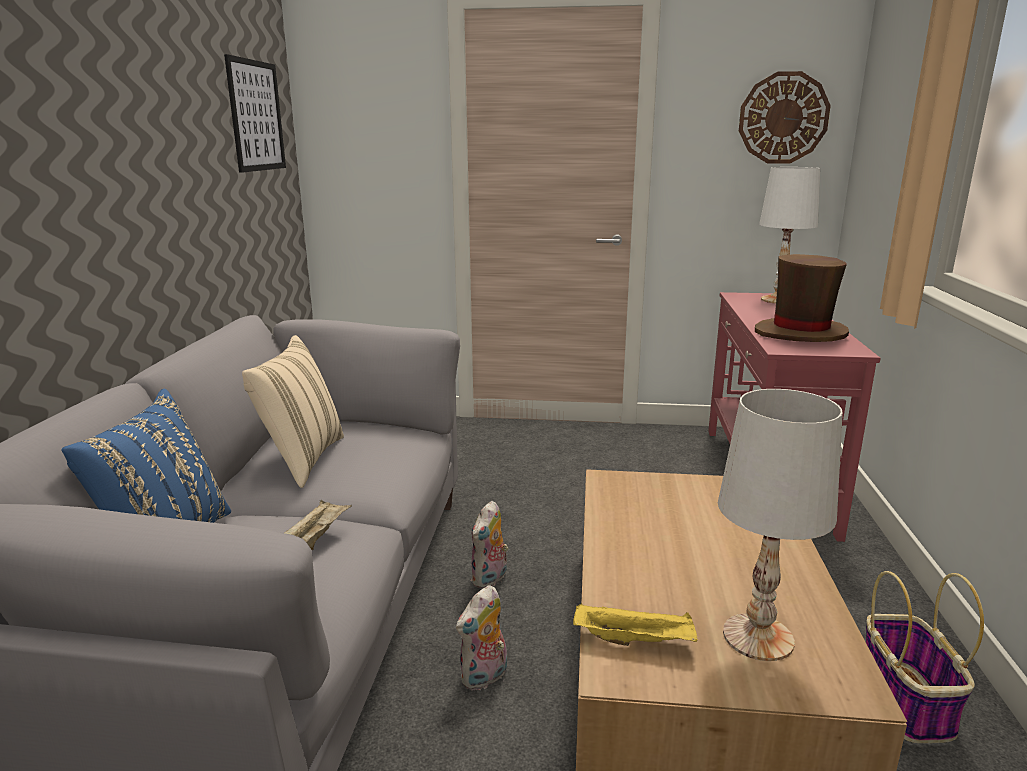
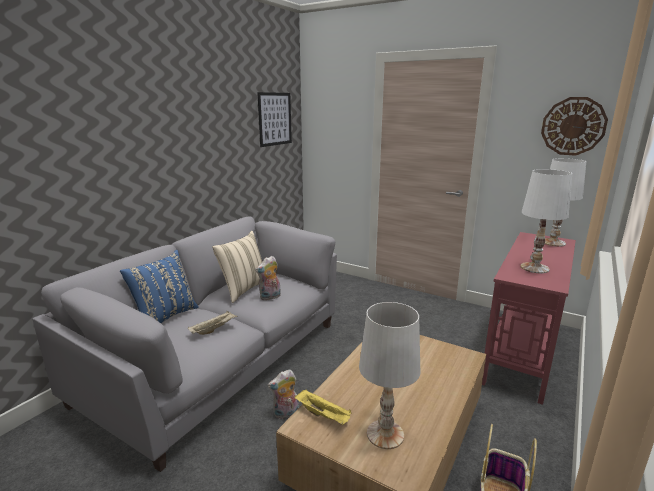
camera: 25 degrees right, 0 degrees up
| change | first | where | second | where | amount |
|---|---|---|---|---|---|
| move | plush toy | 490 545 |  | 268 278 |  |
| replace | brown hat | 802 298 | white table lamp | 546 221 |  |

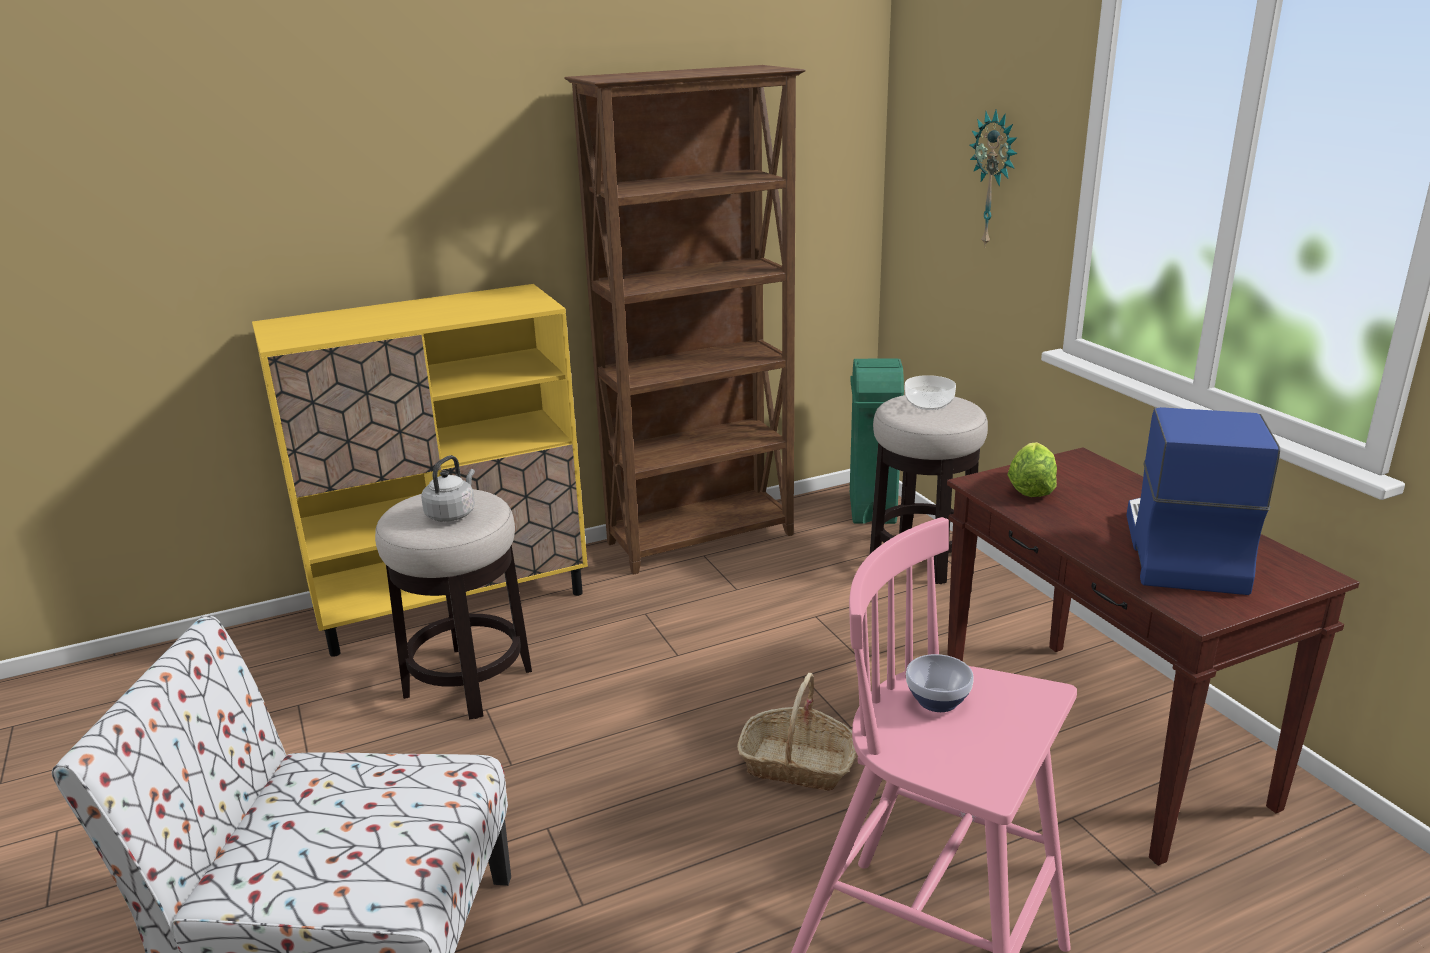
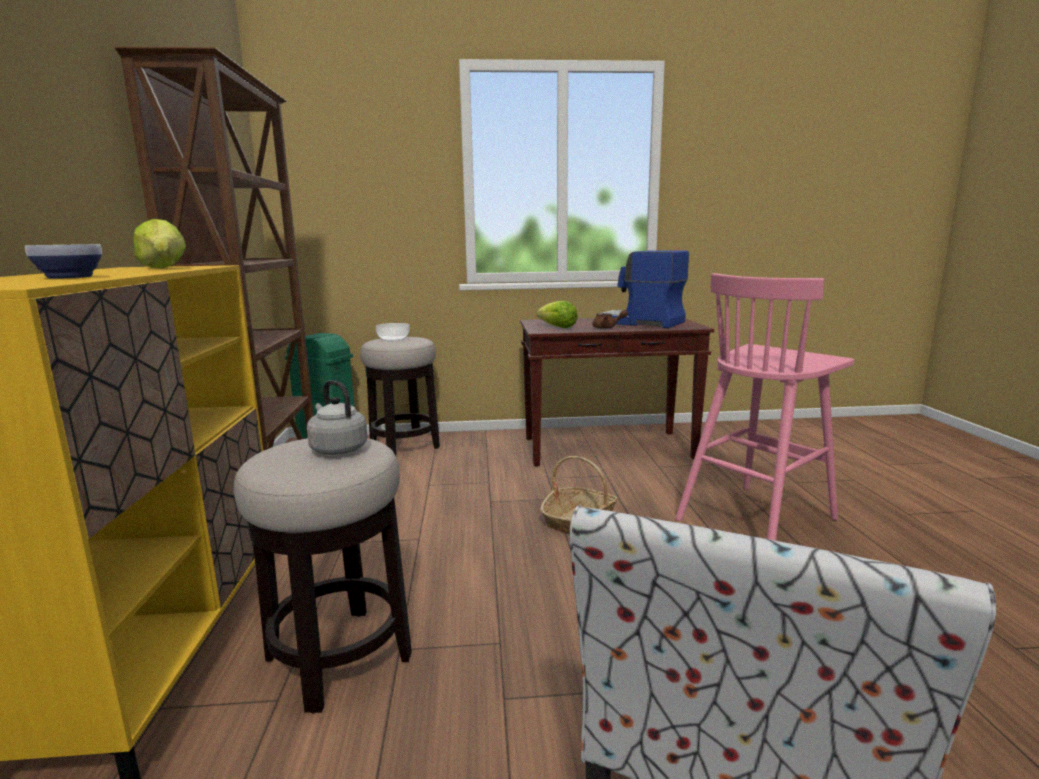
camera: 70 degrees left, 10 degrees down
| change | first | where | second | where | amount |
|---|---|---|---|---|---|
| delete | wall clock | 994 177 |  |  |  |
| insert |  |  | lettuce | 159 243 |  |
| insert |  |  | brown teapot | 610 319 |  |
| move | bowl | 940 683 |  | 63 261 |  |

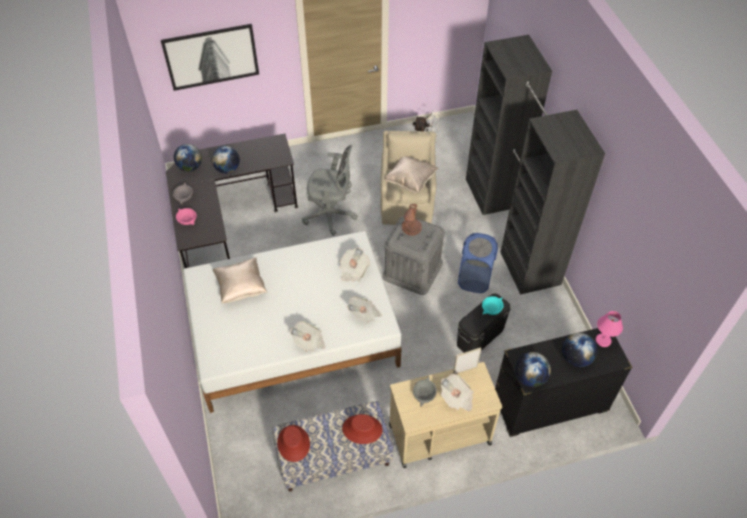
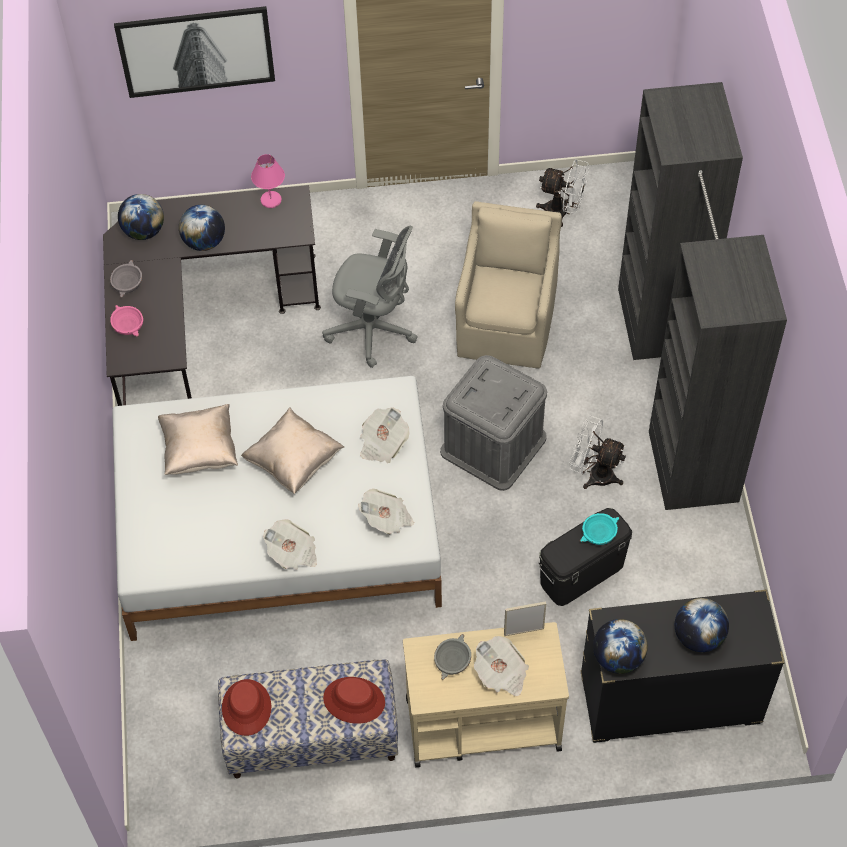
camera: 10 degrees right, 5 degrees up
| change | first | where | second | where | amount |
|---|---|---|---|---|---|
| delete | brown table lamp | 412 220 |  |  |  |
| move | beige pillow | 411 174 |  | 292 450 |  |
| move | pink table lamp | 609 329 |  | 268 181 |  |
| replace | blue laundry basket | 478 263 | white fan | 598 452 |  |

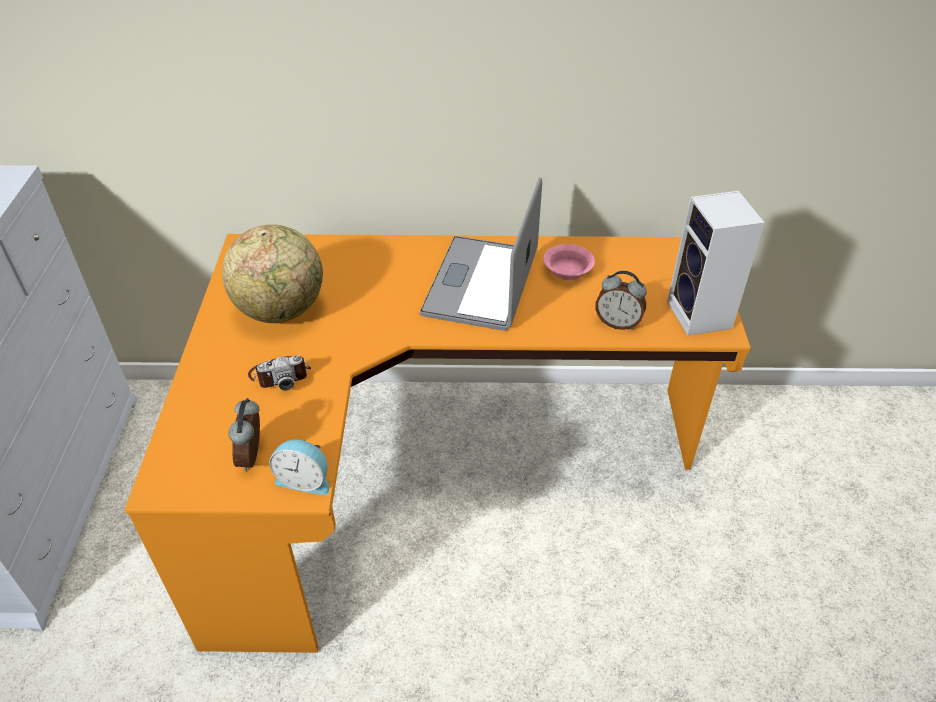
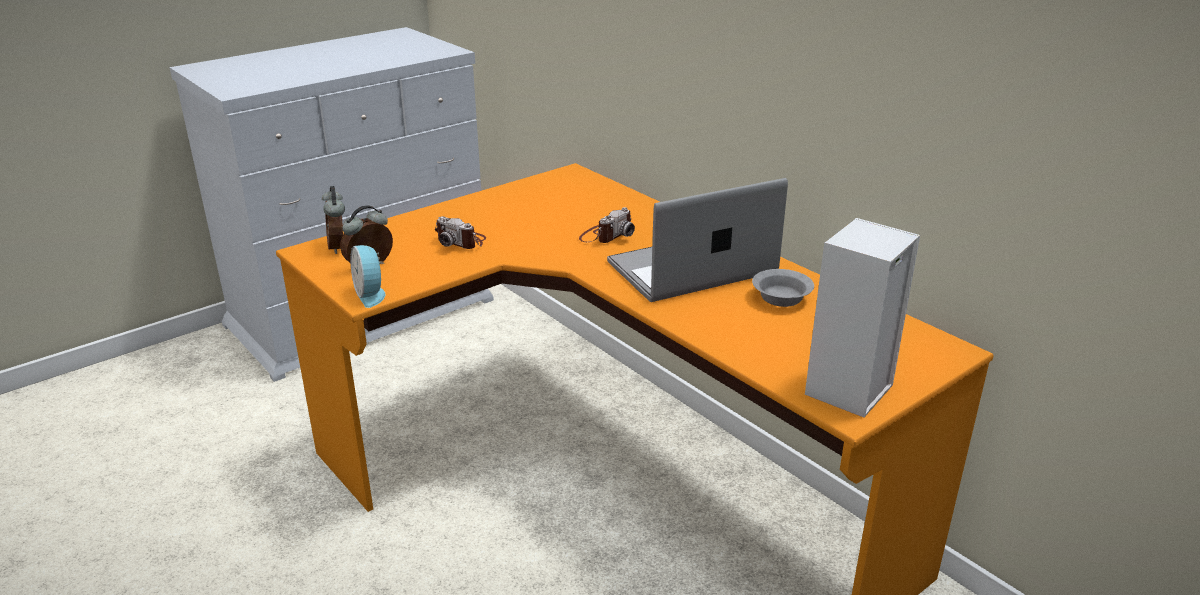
camera: 50 degrees right, 15 degrees down
| change | first | where | second | where | amount |
|---|---|---|---|---|---|
| delete | globe | 272 274 |  |  |  |
| insert |  |  | photo camera | 607 225 |  |
| move | alarm clock | 621 300 |  | 333 220 |  |
| recolor | pink bowl | 569 262 | grey bowl | 783 288 |  |

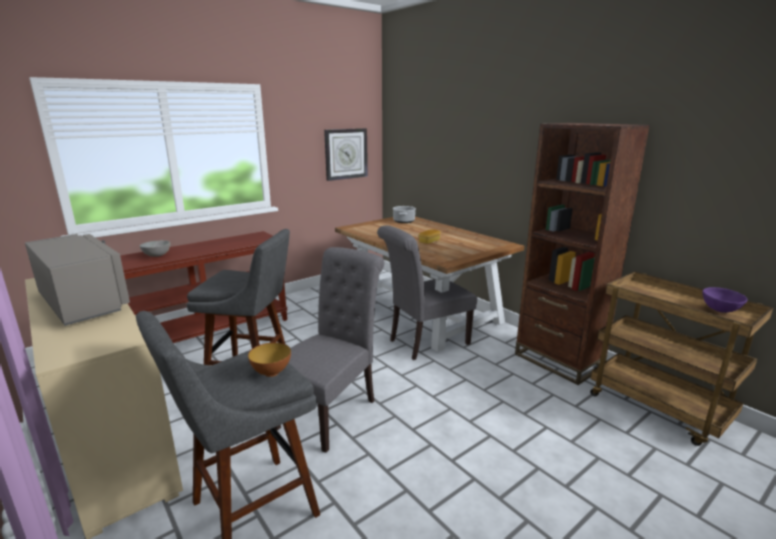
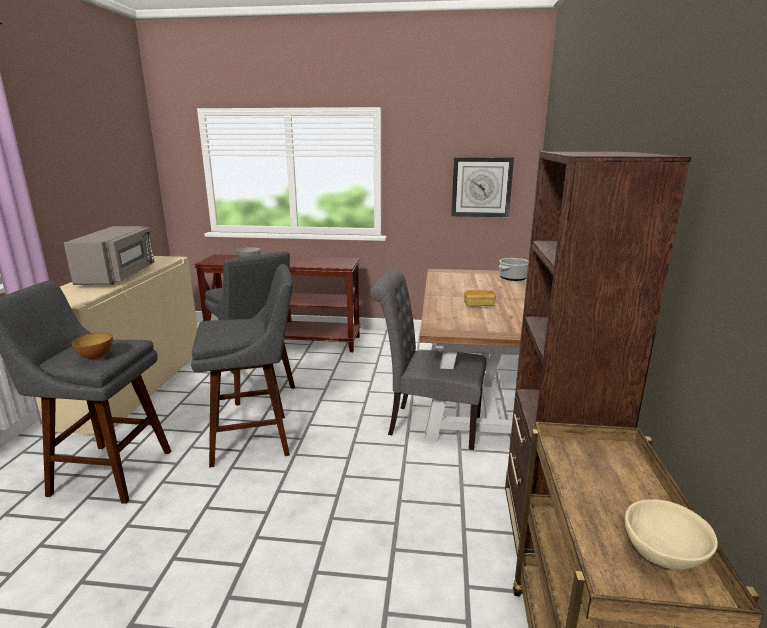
camera: 45 degrees right, 0 degrees up
| change | first | where | second | where | amount |
|---|---|---|---|---|---|
| replace | grey chair | 329 350 | grey stool | 242 366 |  |
| recolor | purple bowl | 725 300 | beige bowl | 671 534 |  |

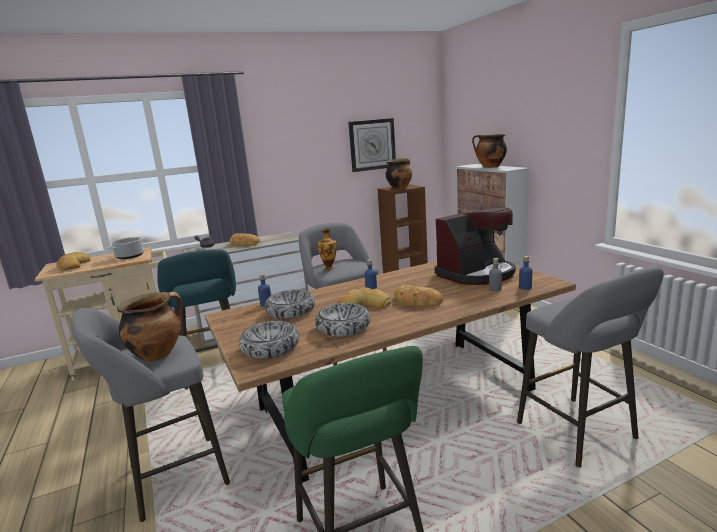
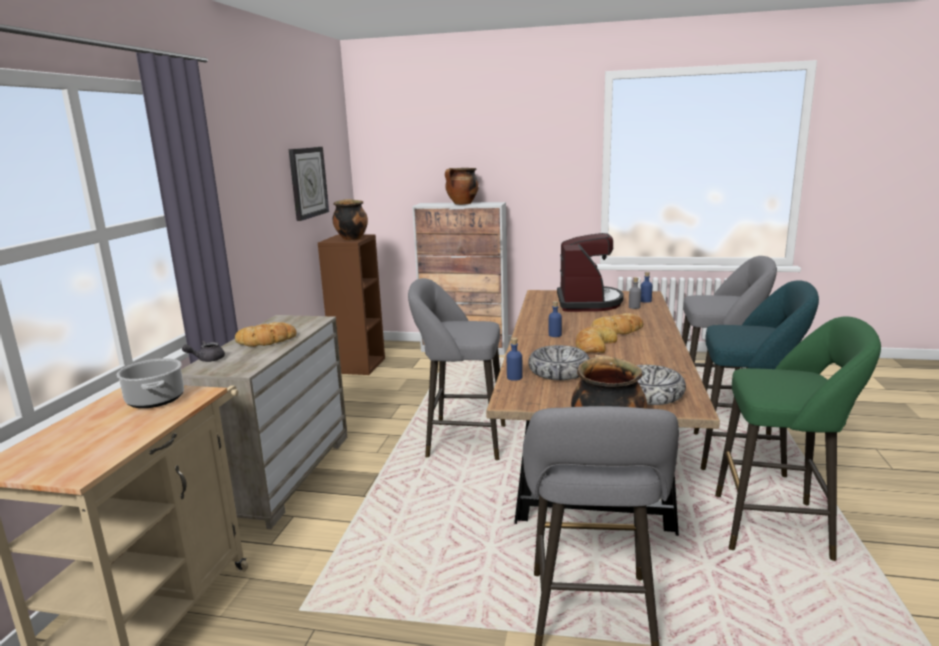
camera: 55 degrees left, 0 degrees up
| change | first | where | second | where | amount |
|---|---|---|---|---|---|
| delete | bread | 73 261 |  |  |  |
| delete | bowl | 342 320 |  |  |  |
| delete | vase | 327 249 |  |  |  |
| move | turquoise stool | 196 319 |  | 756 378 |  |

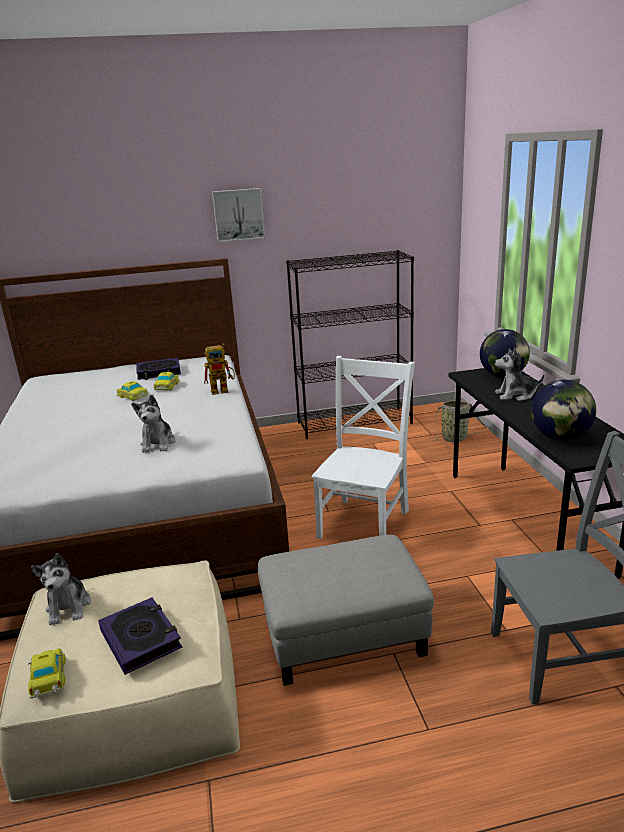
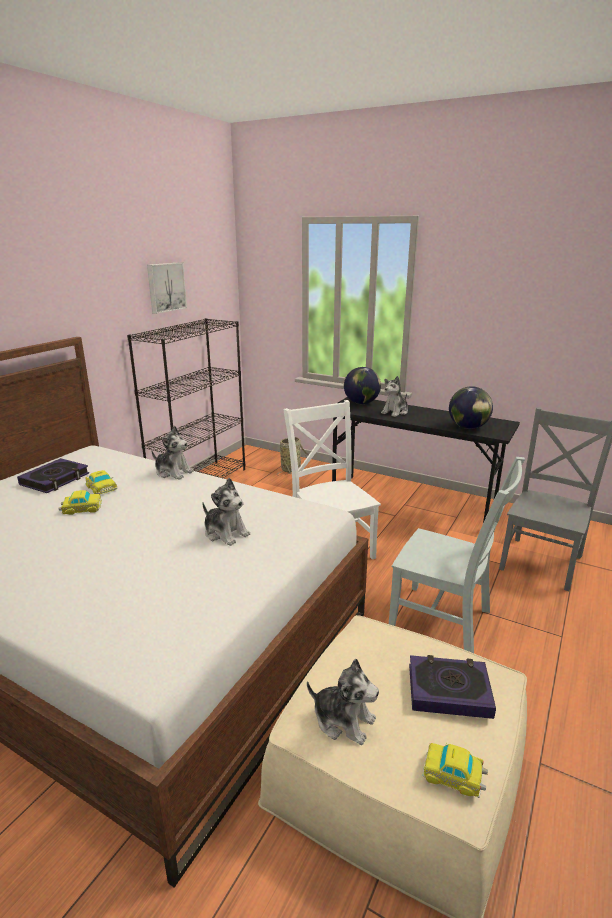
camera: 50 degrees left, 0 degrees up
| change | first | where | second | where | amount |
|---|---|---|---|---|---|
| move | picture | 238 215 |  | 167 288 |  |
| replace | toy robot | 219 369 | plush toy | 172 452 |  |
| replace | grey ottoman | 346 610 | grey chair | 457 555 |  |

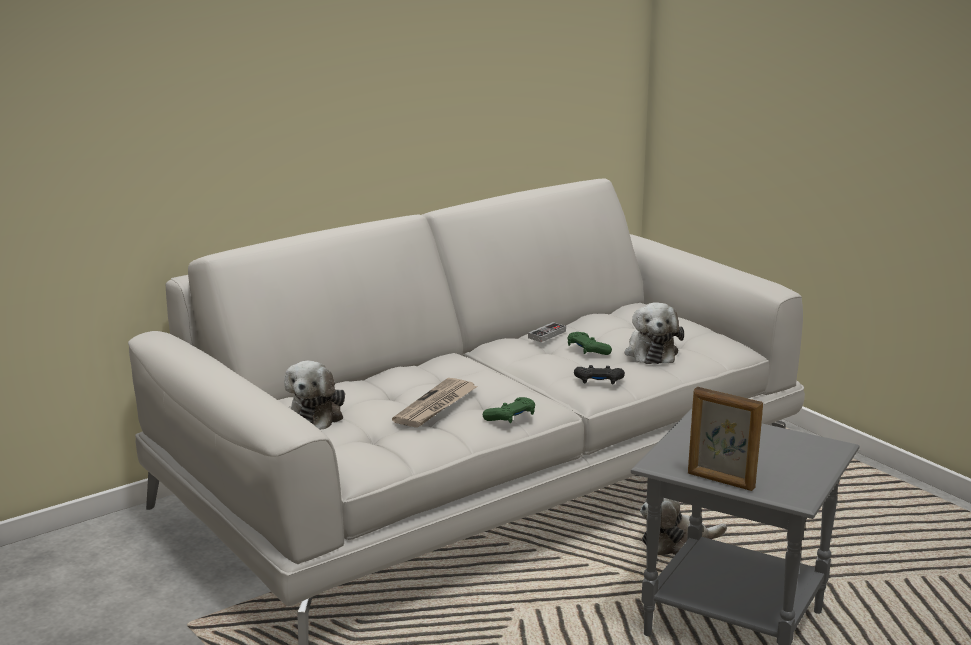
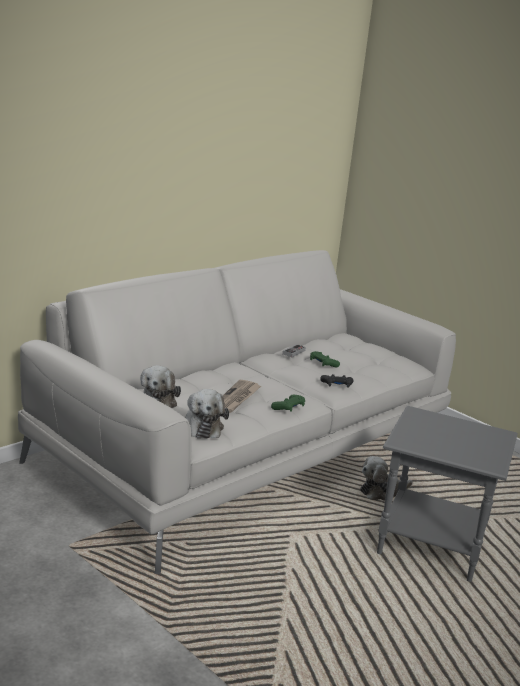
camera: 10 degrees left, 0 degrees up
| change | first | where | second | where | amount |
|---|---|---|---|---|---|
| delete | picture frame | 725 439 |  |  |  |
| move | plush toy | 654 333 |  | 207 414 |  |

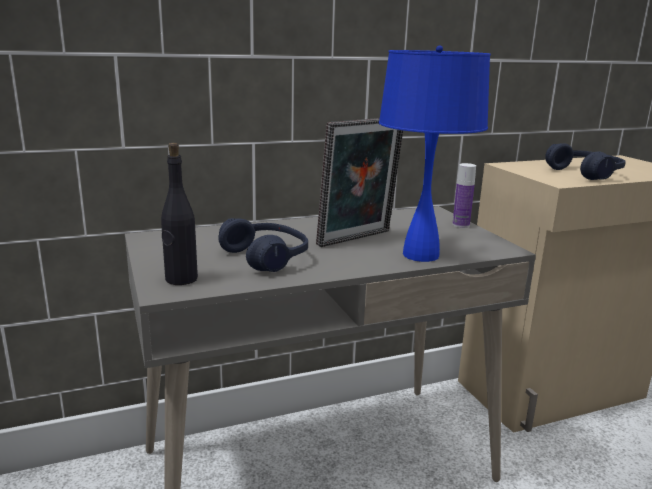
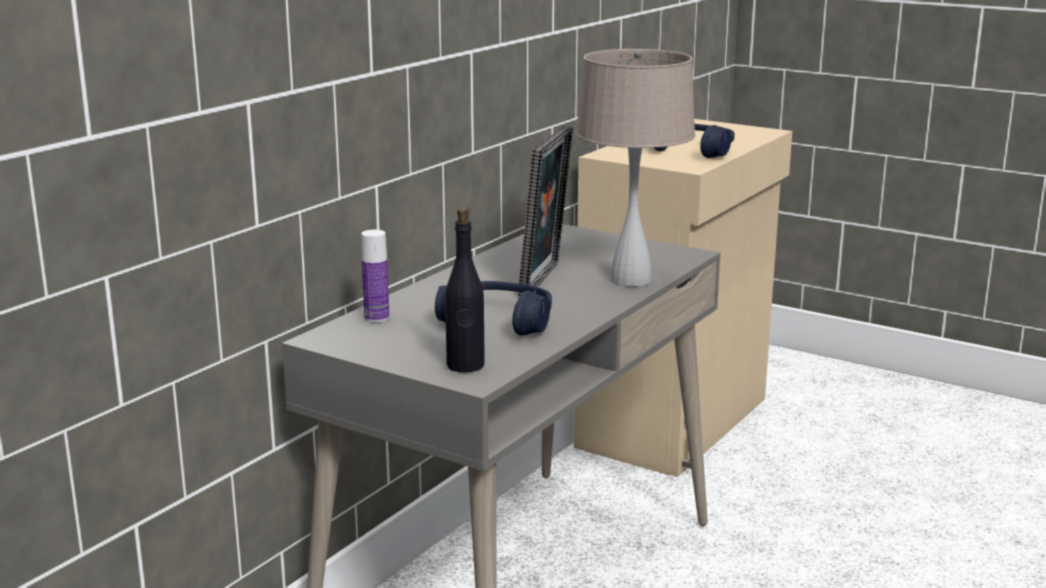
camera: 35 degrees left, 0 degrees up
| change | first | where | second | where | amount |
|---|---|---|---|---|---|
| move | bottle | 464 195 |  | 375 276 |  |
| recolor | blue table lamp | 435 153 | beige table lamp | 635 168 |  |

